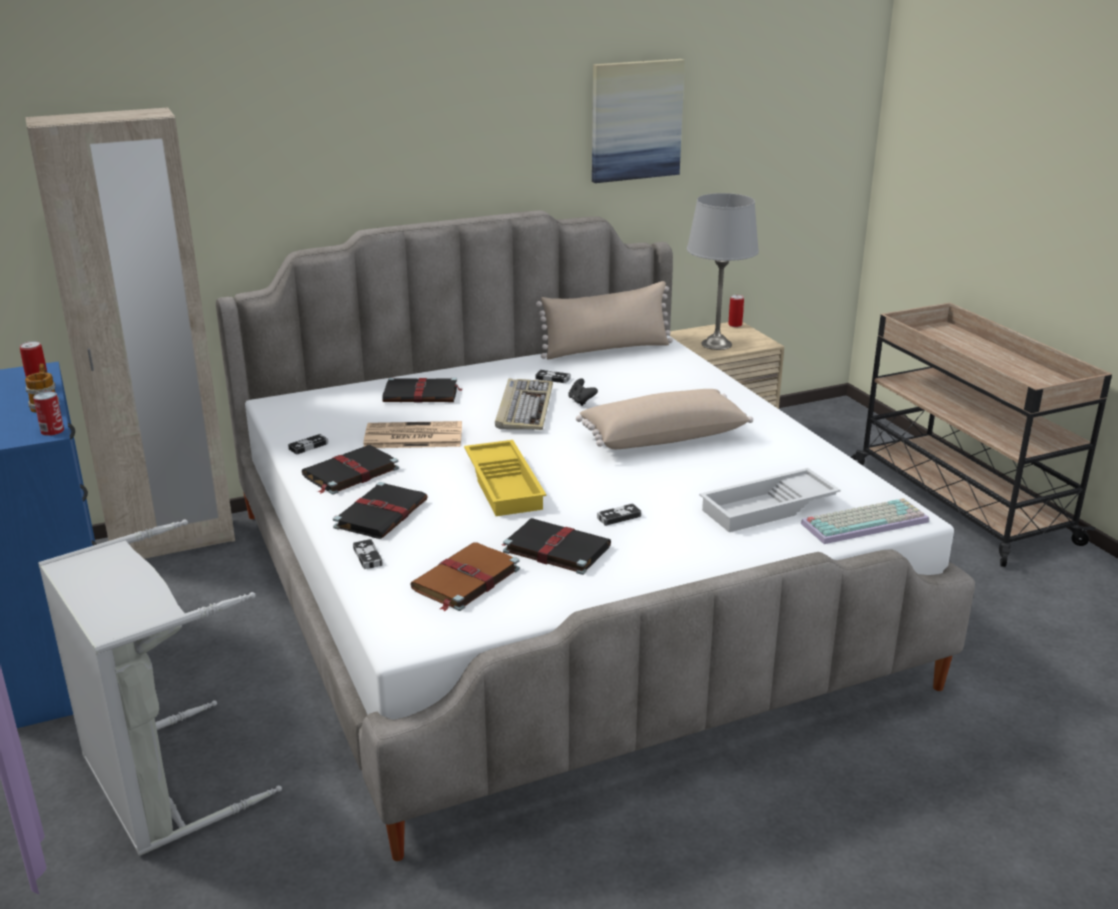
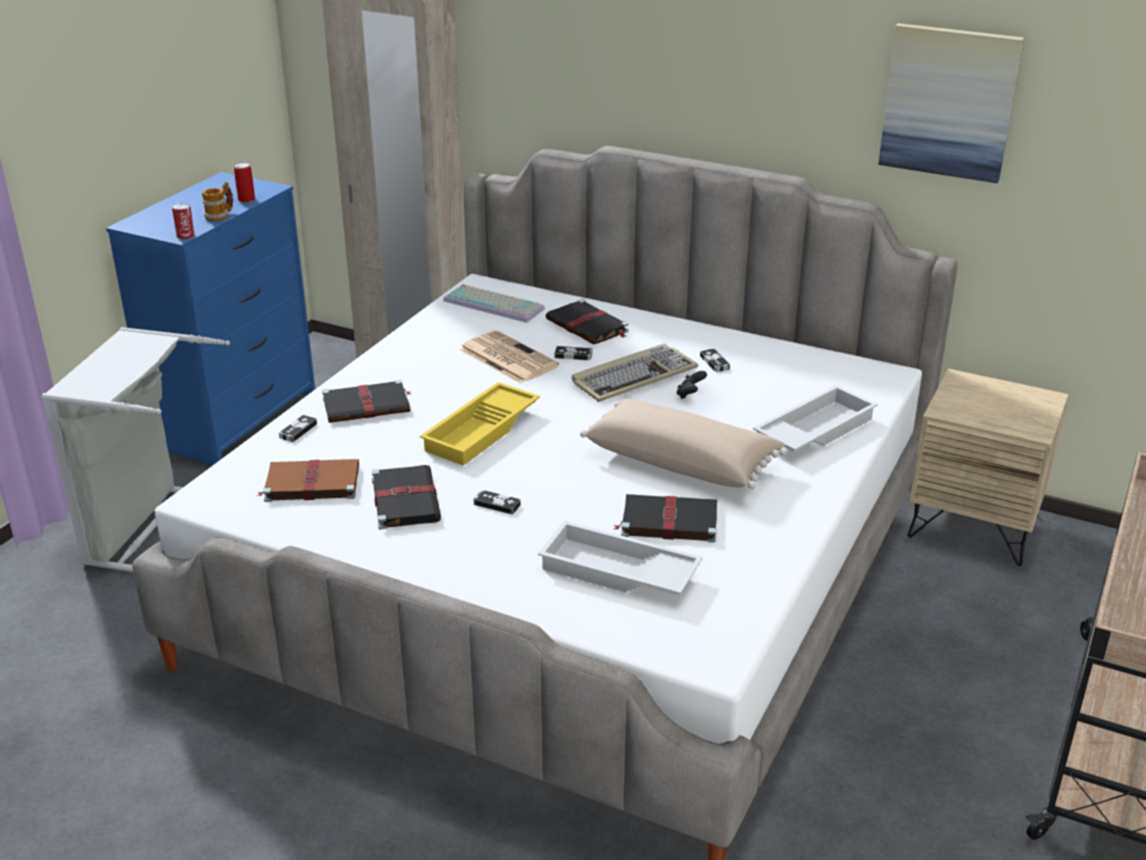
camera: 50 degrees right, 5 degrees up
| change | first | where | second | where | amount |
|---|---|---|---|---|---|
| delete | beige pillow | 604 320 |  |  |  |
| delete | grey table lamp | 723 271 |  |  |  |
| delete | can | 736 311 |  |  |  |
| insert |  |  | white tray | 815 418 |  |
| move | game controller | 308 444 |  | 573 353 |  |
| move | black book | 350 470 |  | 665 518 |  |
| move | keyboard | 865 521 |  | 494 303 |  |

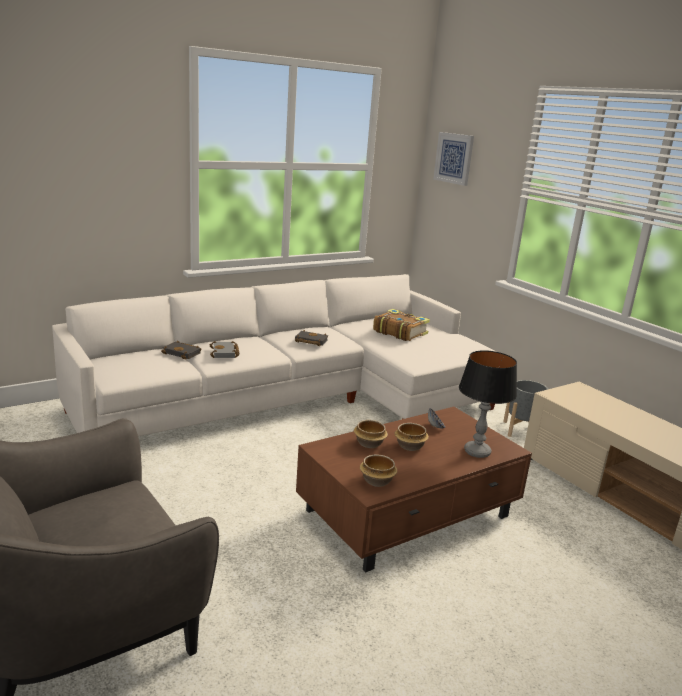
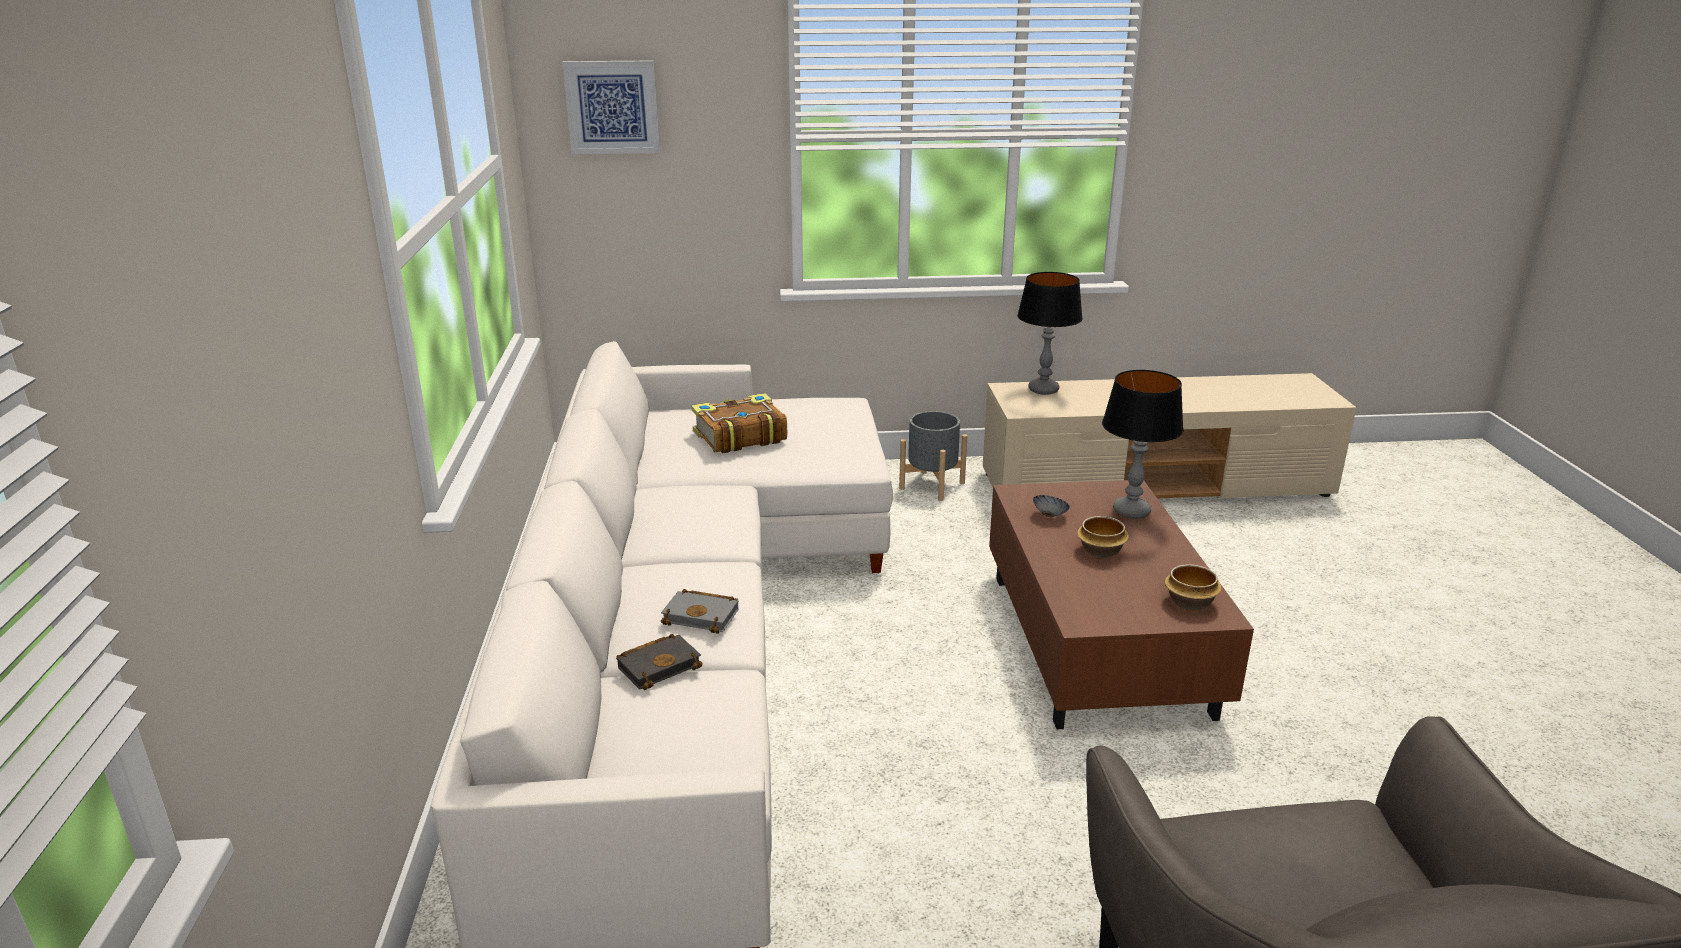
camera: 60 degrees left, 5 degrees up
| change | first | where | second | where | amount |
|---|---|---|---|---|---|
| delete | black book | 311 338 |  |  |  |
| delete | bowl | 371 434 |  |  |  |
| insert |  |  | table lamp | 1050 333 |  |

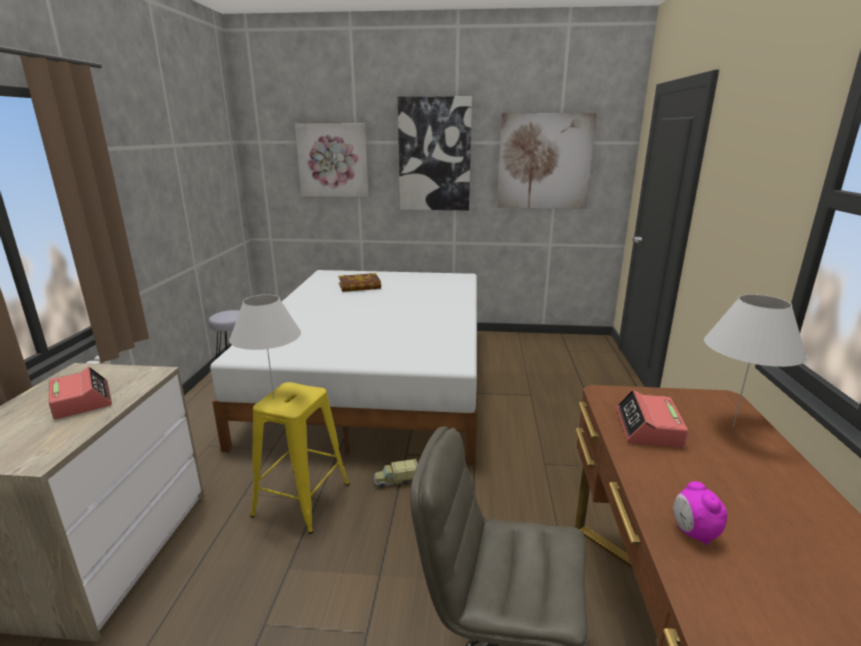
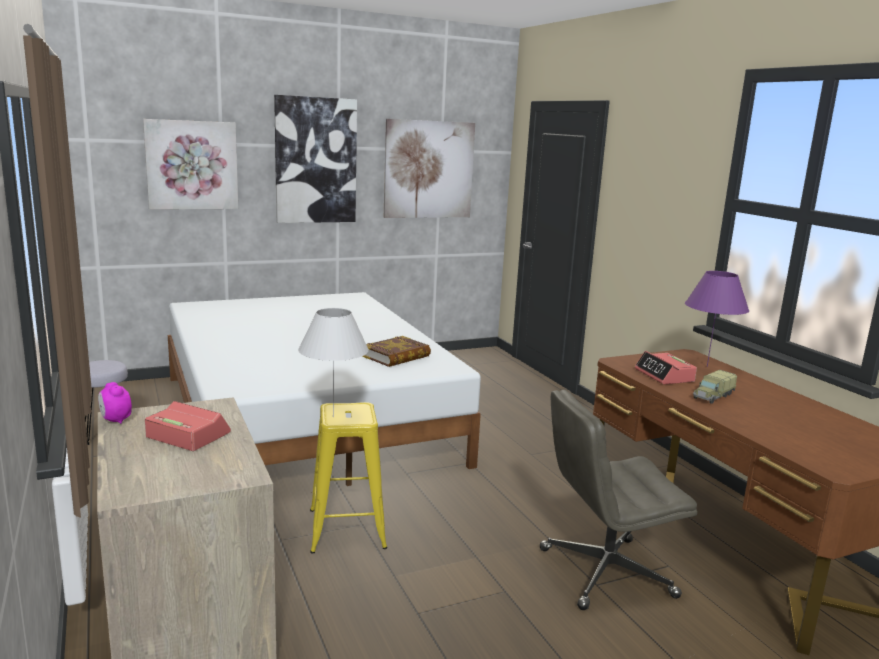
camera: 30 degrees left, 5 degrees down
| change | first | where | second | where | amount |
|---|---|---|---|---|---|
| move | book | 359 282 |  | 396 351 |  |
| move | toy truck | 396 474 |  | 715 387 |  |
| move | alarm clock | 700 513 |  | 115 403 |  |
| recolor | white table lamp | 755 360 | purple table lamp | 717 319 |  |

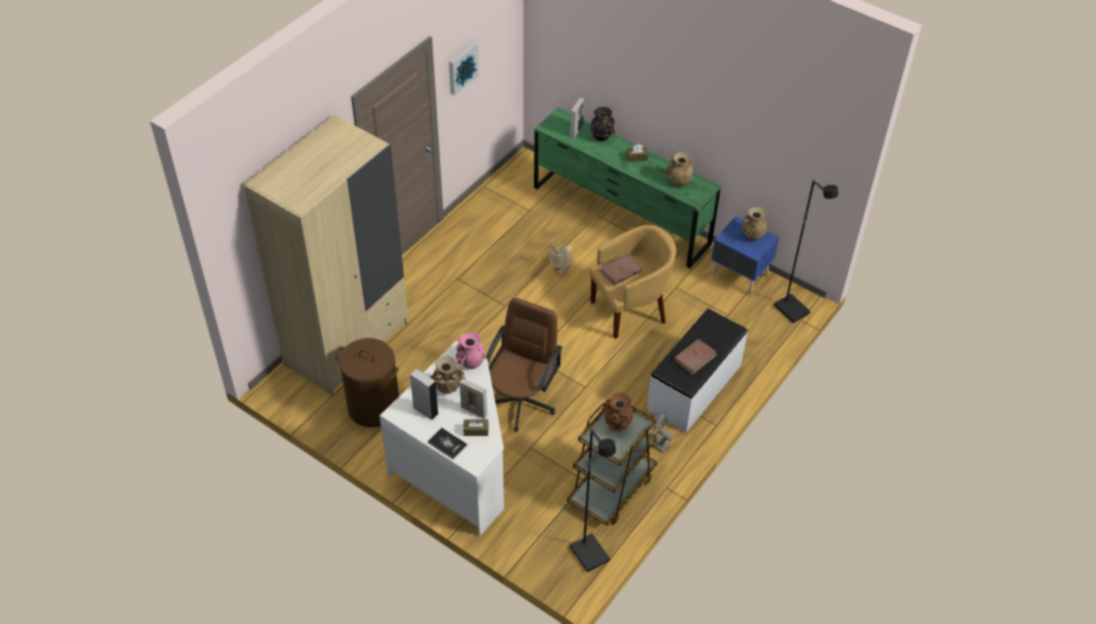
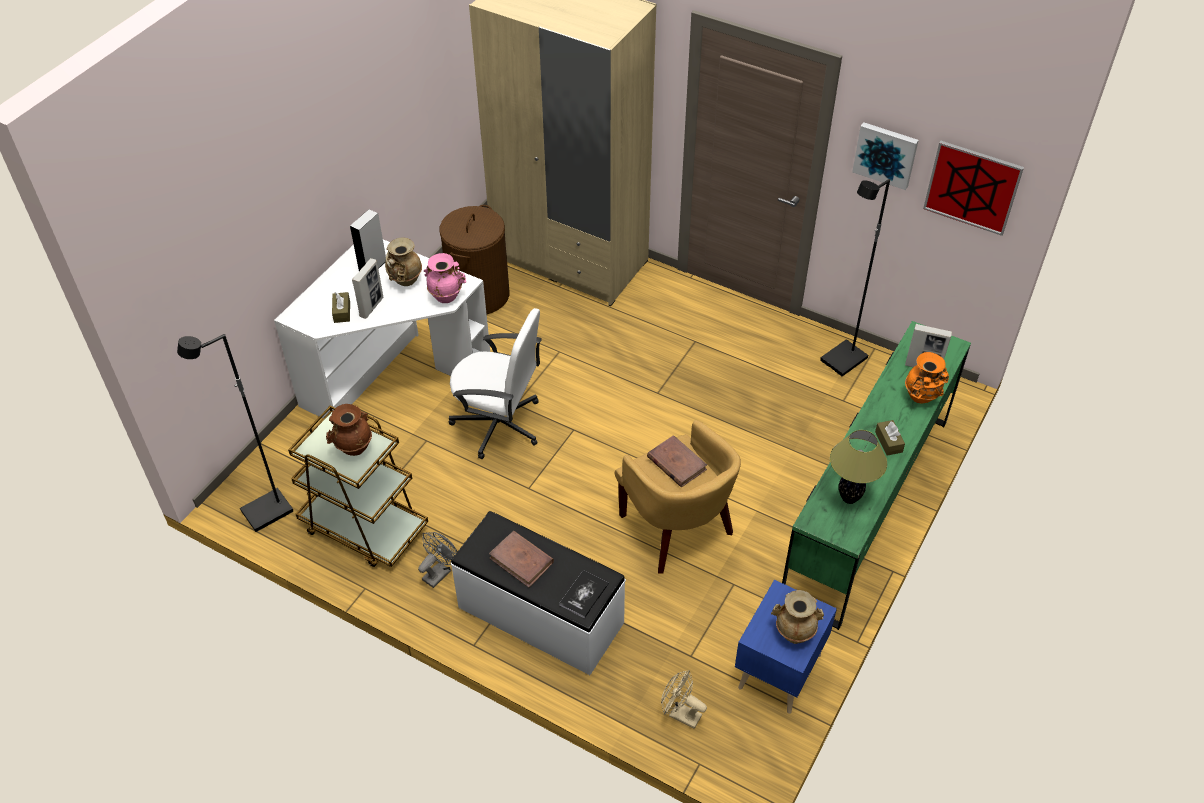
camera: 85 degrees right, 0 degrees up
| change | first | where | second | where | amount |
|---|---|---|---|---|---|
| insert |  |  | picture | 973 188 |  |
| move | book | 447 444 |  | 584 594 |  |
| move | beige fan | 559 258 |  | 684 699 |  |
| move | black floor lamp | 806 251 |  | 855 278 |  |
| replace | beige vase | 679 169 | table lamp | 858 467 |  |
| recolor | brown office chair | 524 365 | white office chair | 495 383 |  |
| recolor | black vase | 602 124 | orange vase | 927 377 |  |

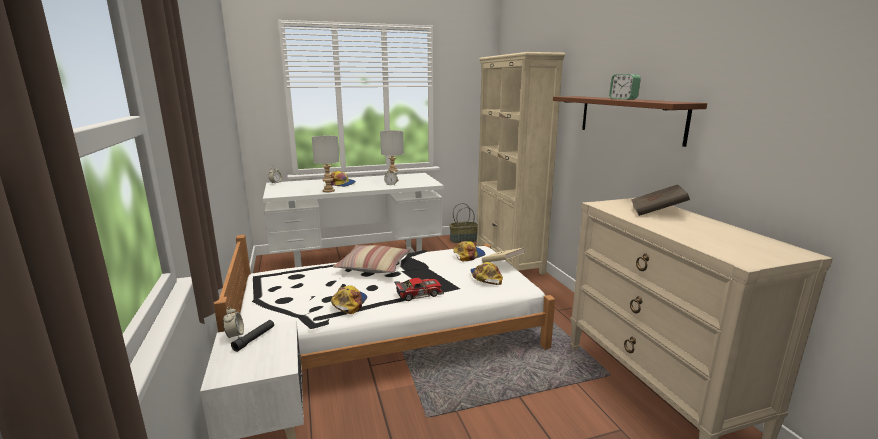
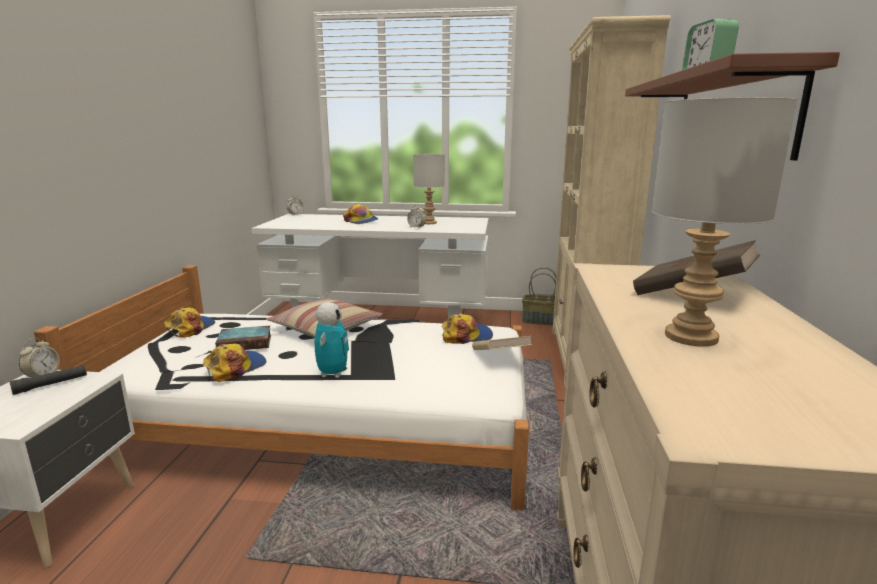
camera: 25 degrees right, 0 degrees up
| change | first | where | second | where | amount |
|---|---|---|---|---|---|
| insert |  |  | book | 243 338 |  |
| move | grey table lamp | 325 163 |  | 724 222 |  |
| move | cap | 486 273 |  | 189 323 |  |
| replace | toy car | 419 289 | toy robot | 332 340 |  |

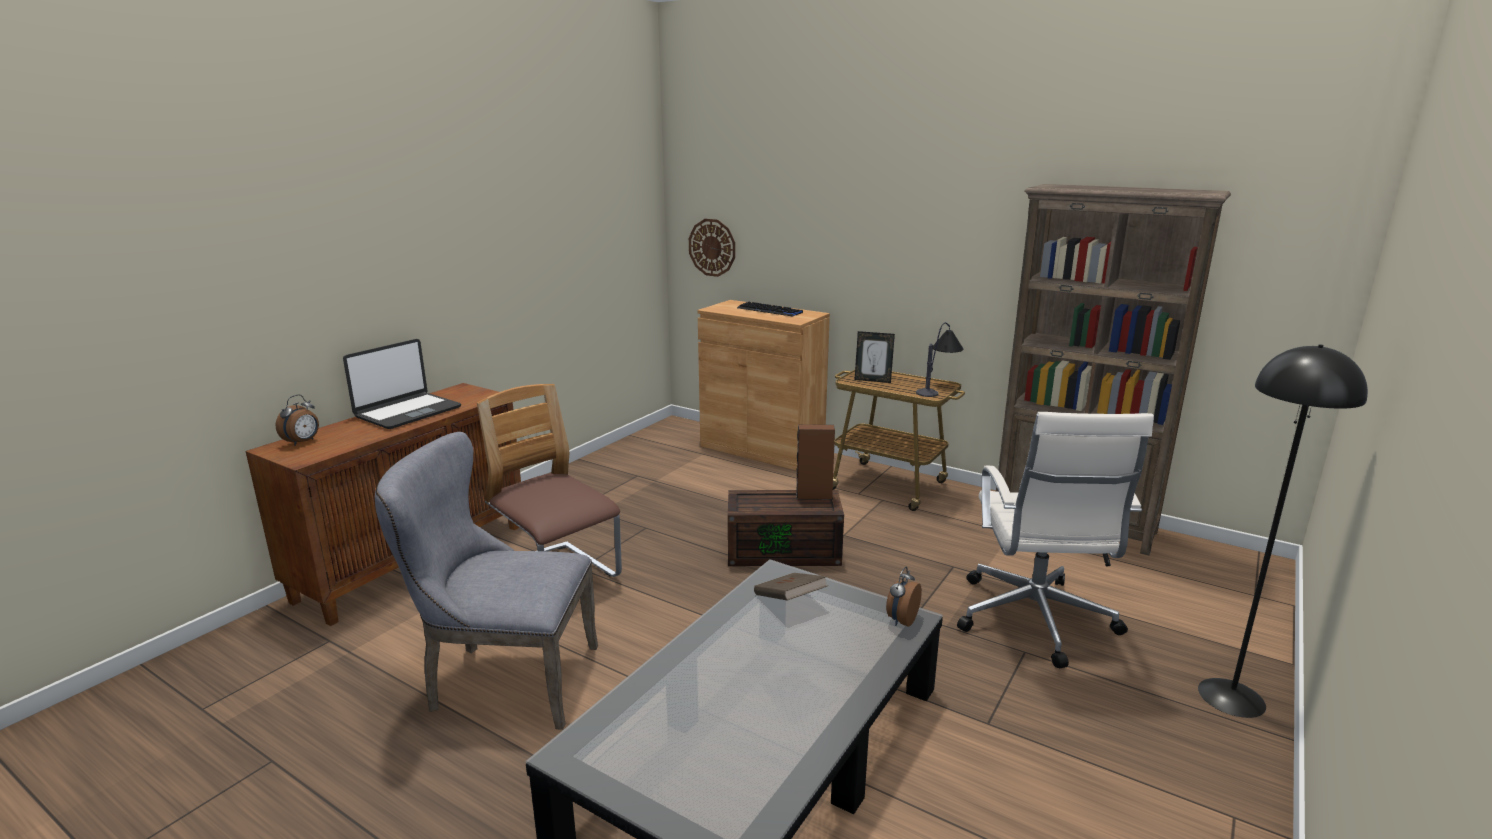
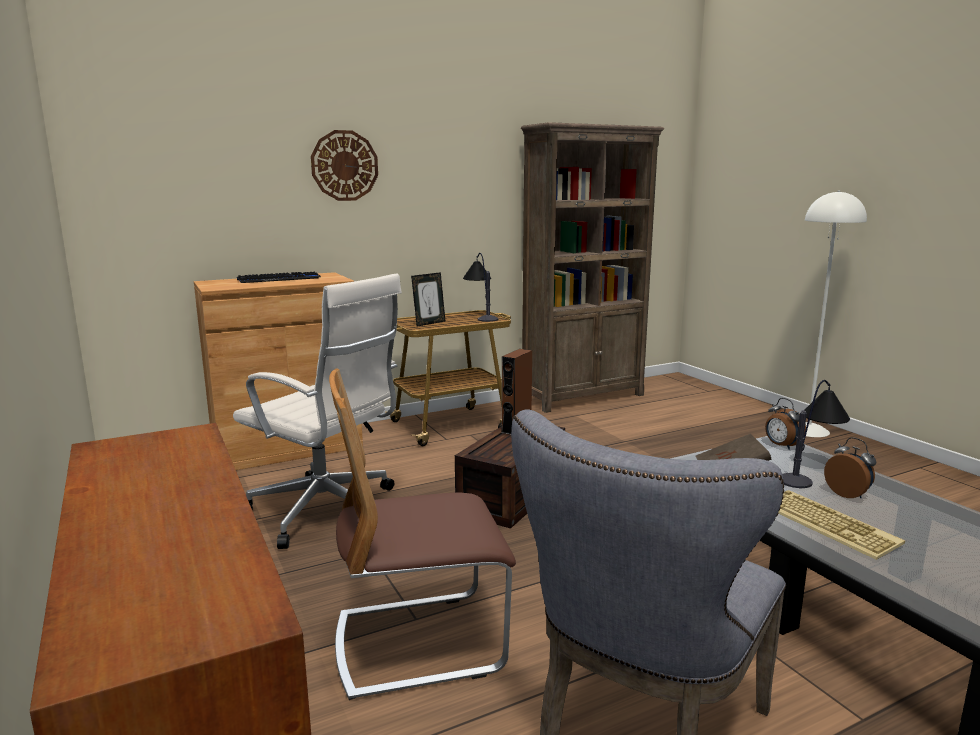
camera: 60 degrees left, 5 degrees down
| change | first | where | second | where | amount |
|---|---|---|---|---|---|
| delete | laptop | 402 384 |  |  |  |
| insert |  |  | keyboard | 841 525 |  |
| insert |  |  | table lamp | 816 434 |  |
| move | alarm clock | 297 420 |  | 850 467 |  |
| move | wall clock | 712 248 |  | 344 165 |  |
| move | white office chair | 1055 540 |  | 317 411 |  |
| recolor | black floor lamp | 1283 531 | white floor lamp | 836 313 |  |

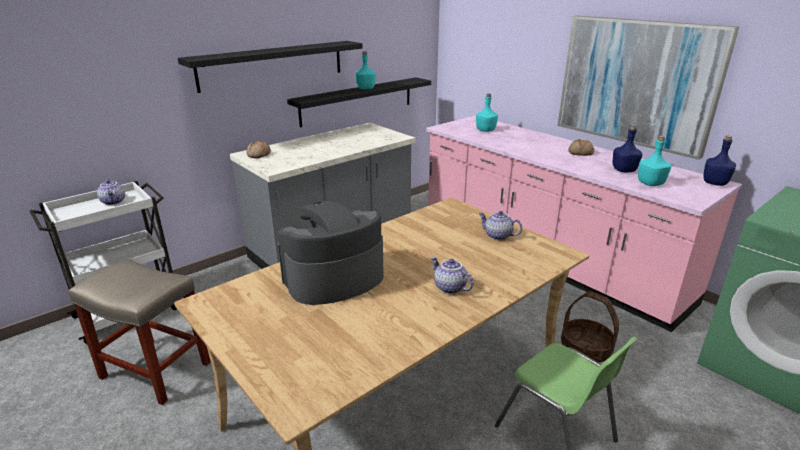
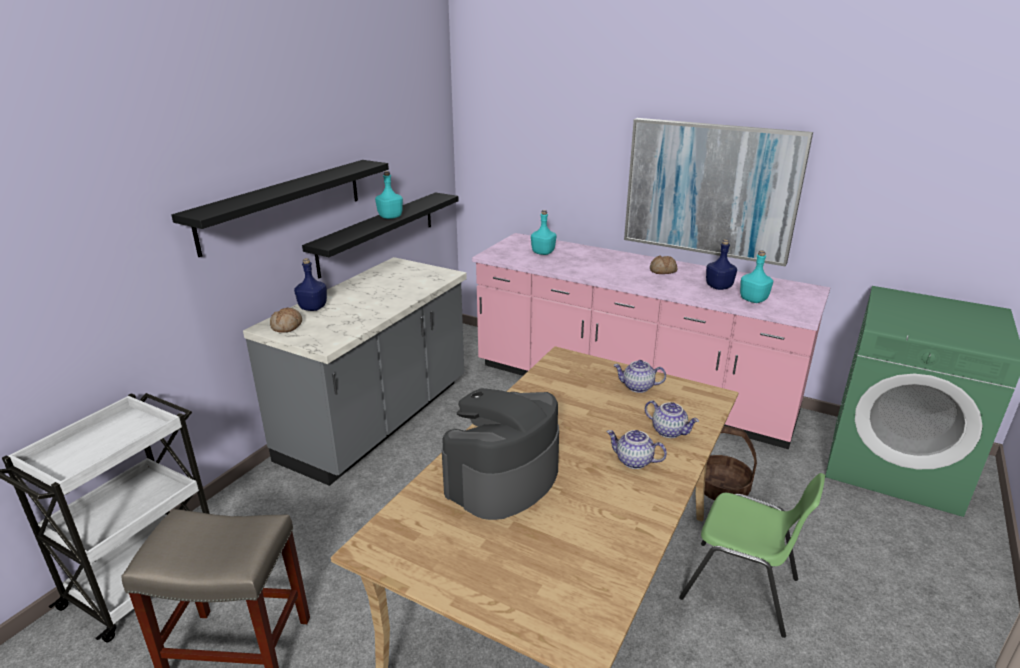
camera: 20 degrees left, 0 degrees up
| change | first | where | second | where | amount |
|---|---|---|---|---|---|
| move | teapot | 111 192 |  | 672 419 |  |
| move | blue bottle | 719 161 |  | 310 284 |  |

